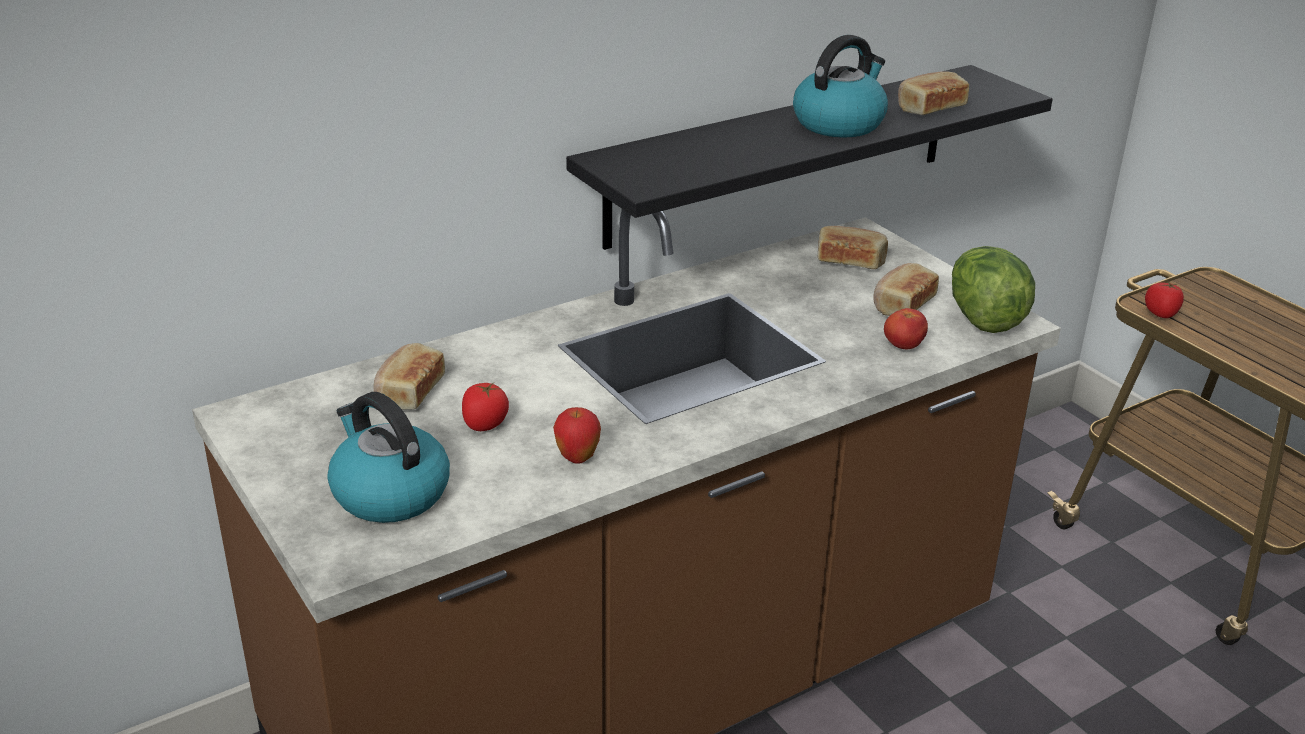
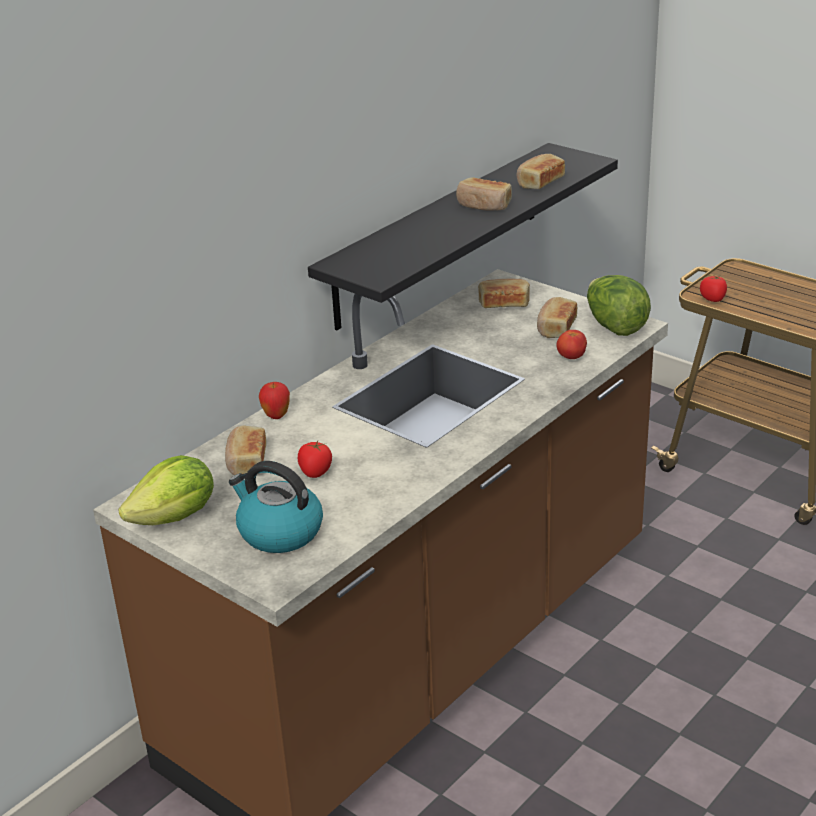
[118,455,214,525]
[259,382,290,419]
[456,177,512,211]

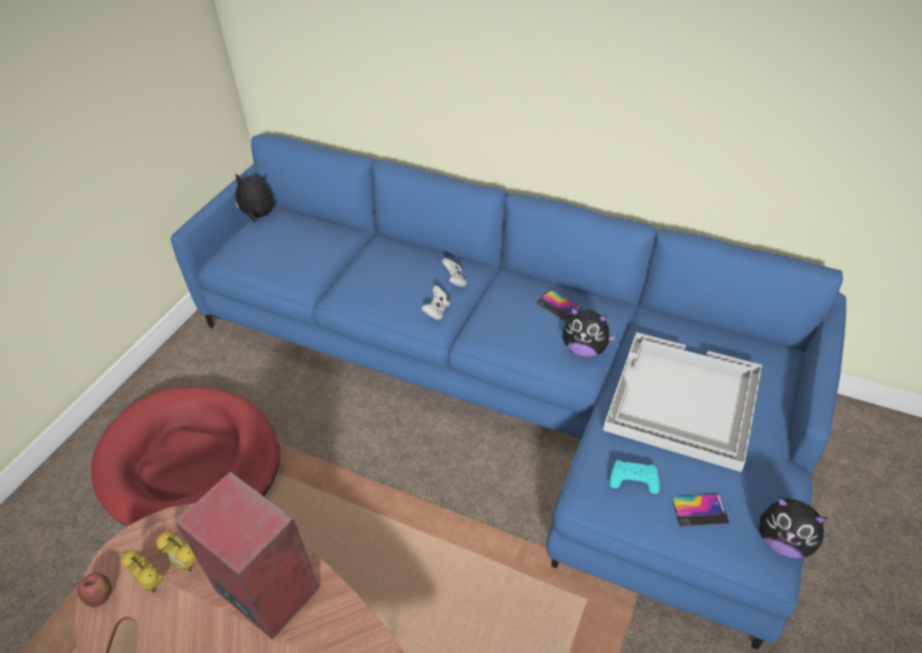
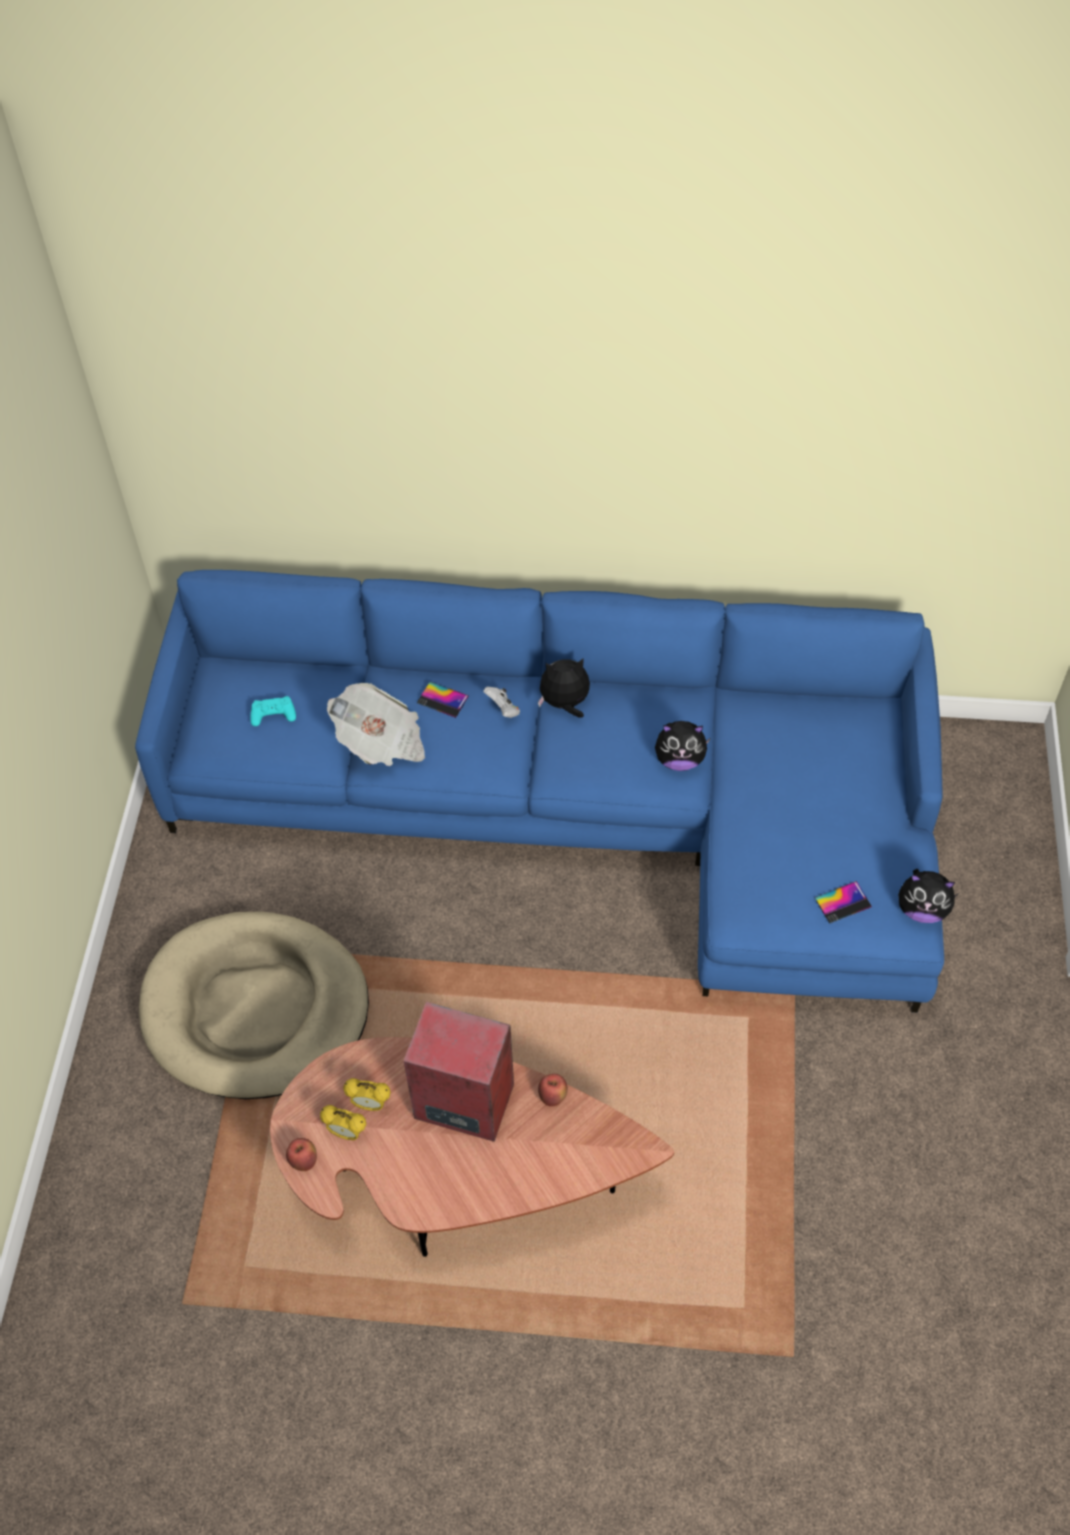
[139,911,369,1099]
[250,696,296,726]
[327,683,425,766]
[417,681,469,718]
[538,659,590,718]
[538,1074,568,1106]
[421,285,450,320] (first image)
[603,332,762,472] (first image)

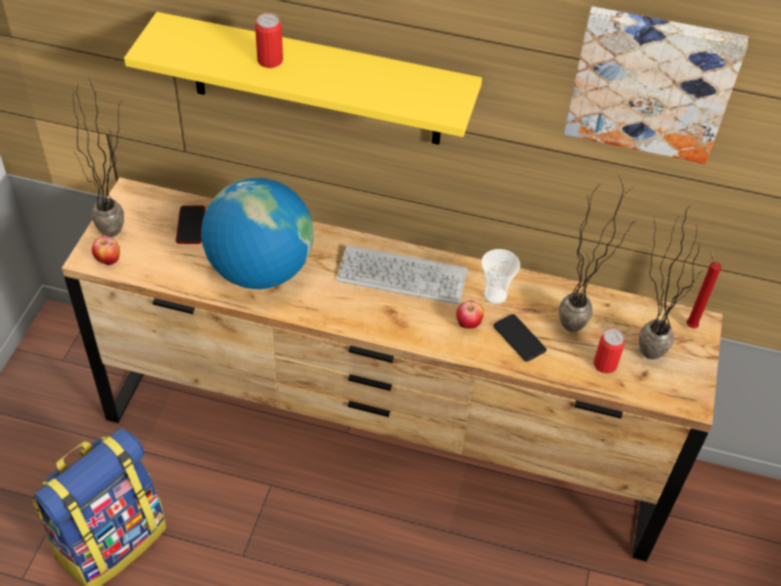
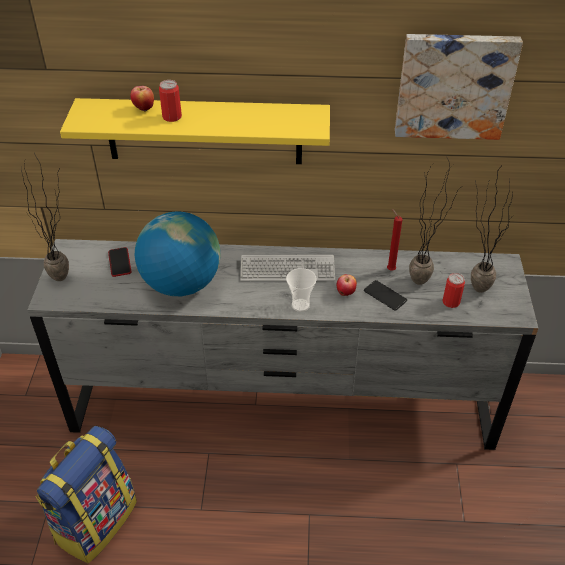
[28,239,538,450]
[130,86,154,111]
[286,268,317,312]
[387,209,403,271]

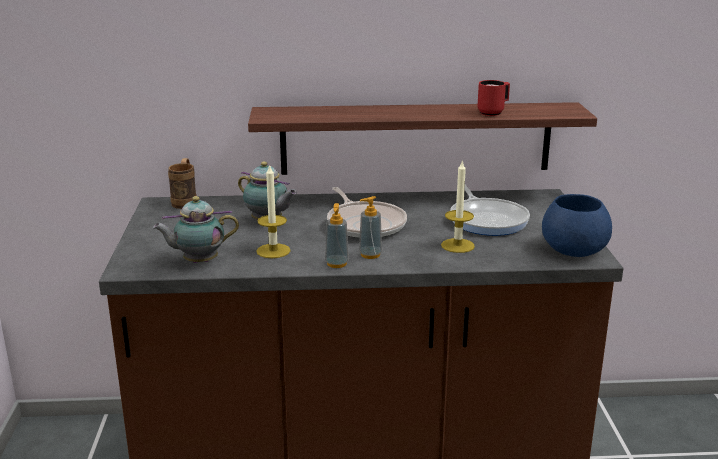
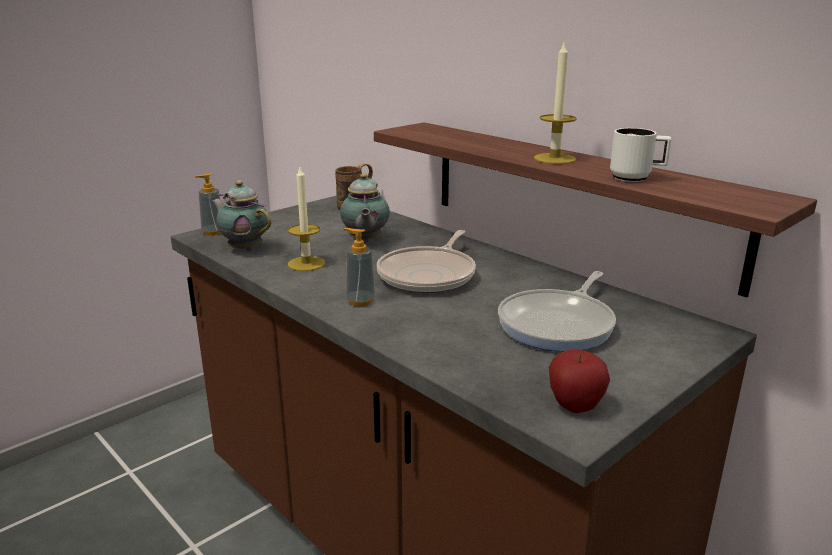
[194,173,221,235]
[534,41,577,164]
[549,349,610,413]
[610,128,672,182]

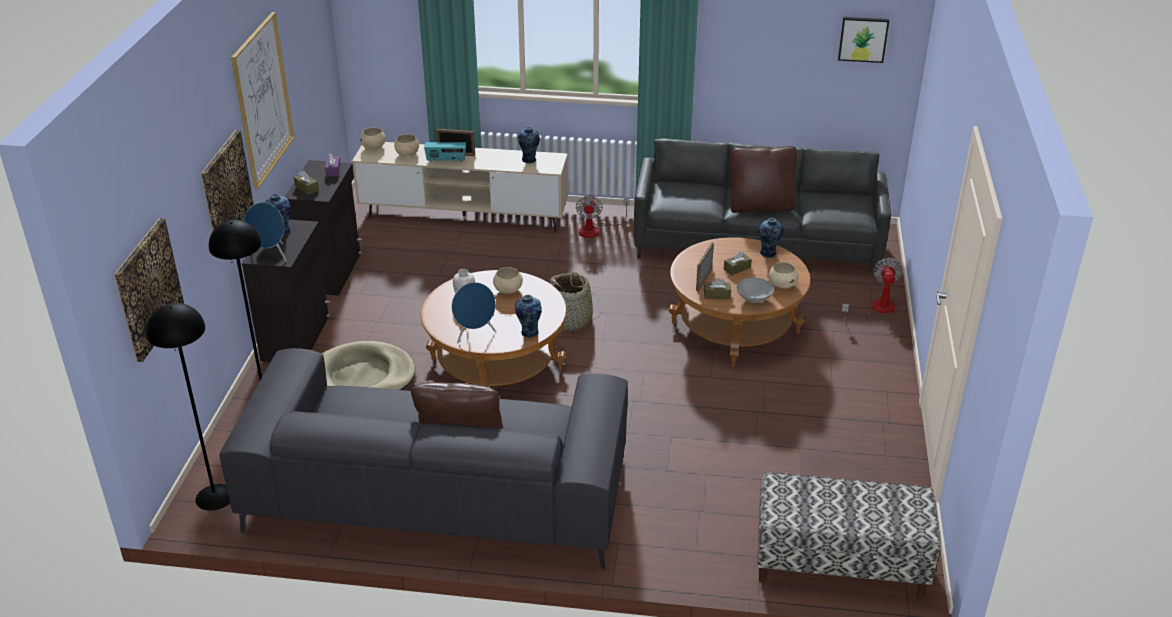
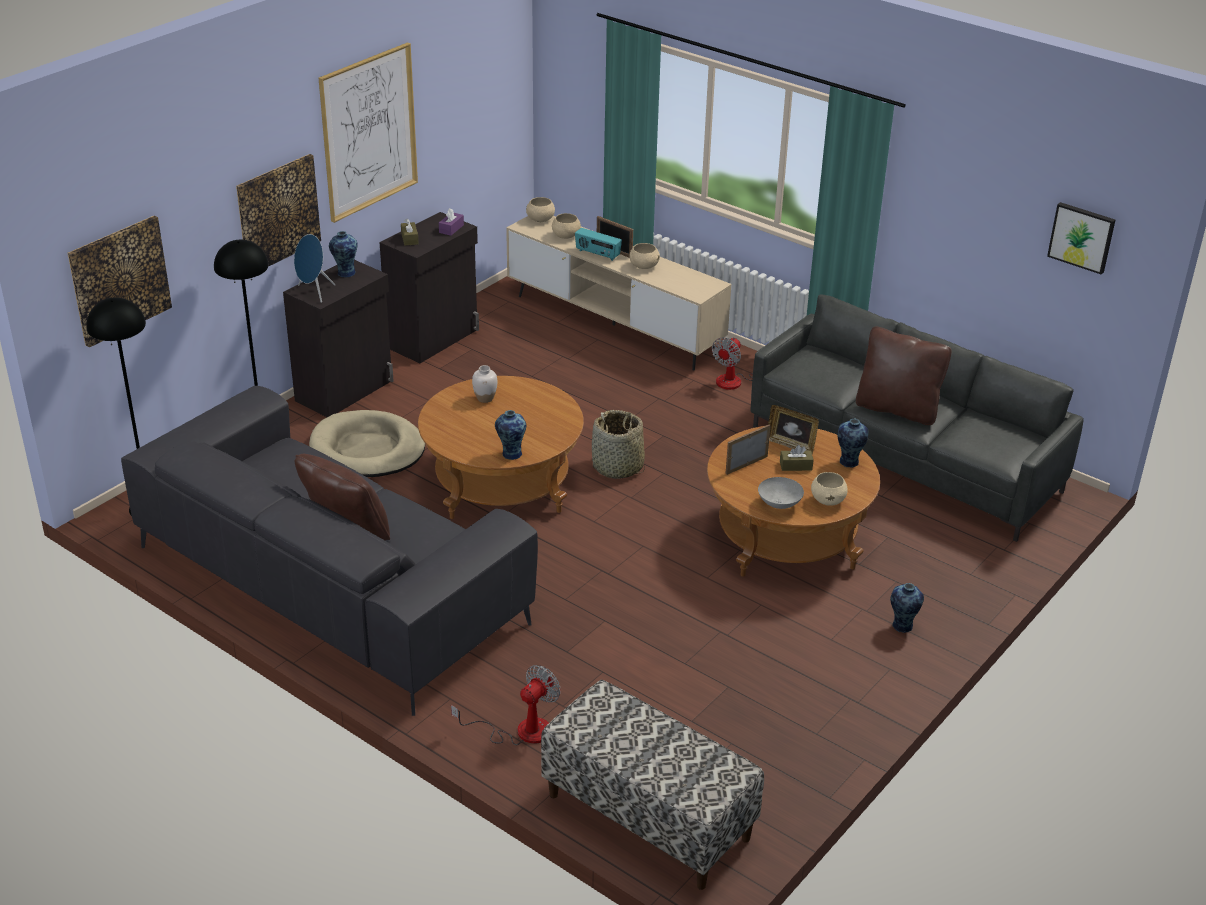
[451,665,560,745]
[630,243,660,269]
[768,405,819,454]
[890,583,924,633]
[452,282,496,343] (first image)
[704,278,731,299] (first image)

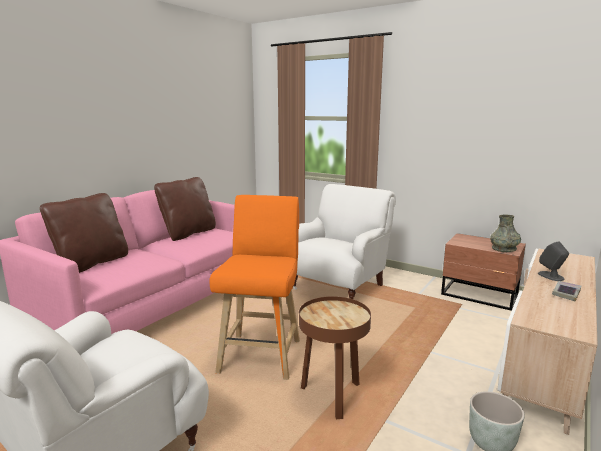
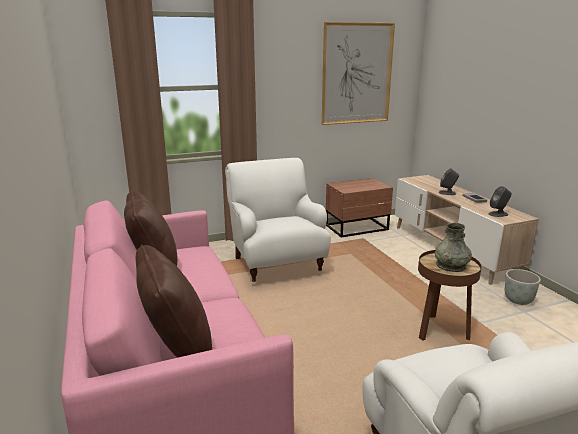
[322,22,395,125]
[435,223,472,272]
[489,186,512,217]
[210,195,300,380] (first image)

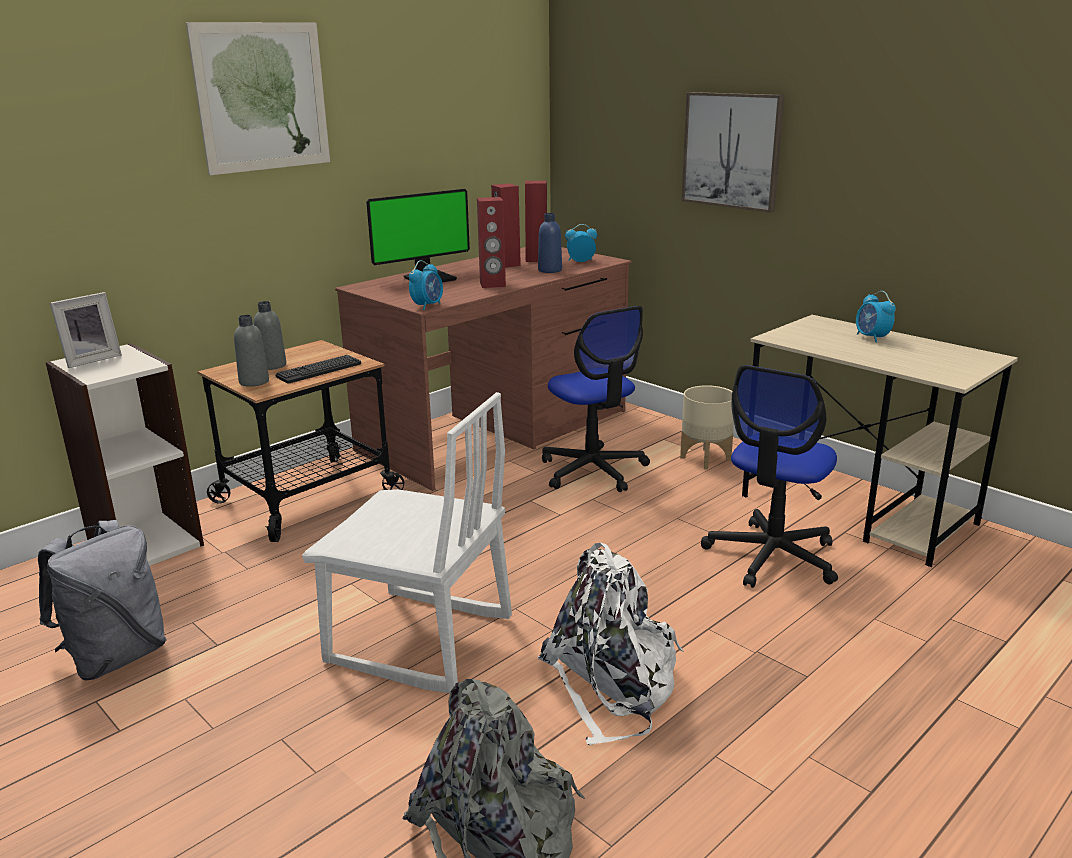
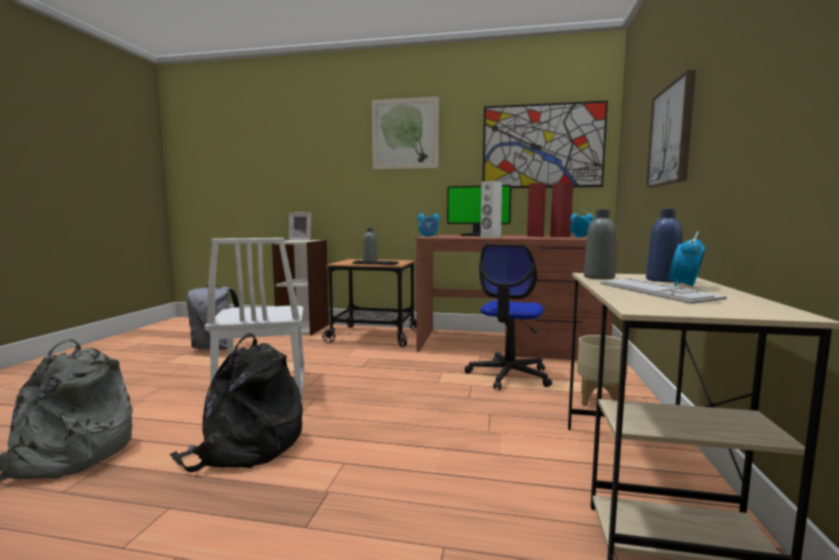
[170,333,303,473]
[480,181,502,238]
[483,101,608,188]
[584,209,616,279]
[600,278,727,304]
[646,209,683,282]
[701,365,838,588] (first image)

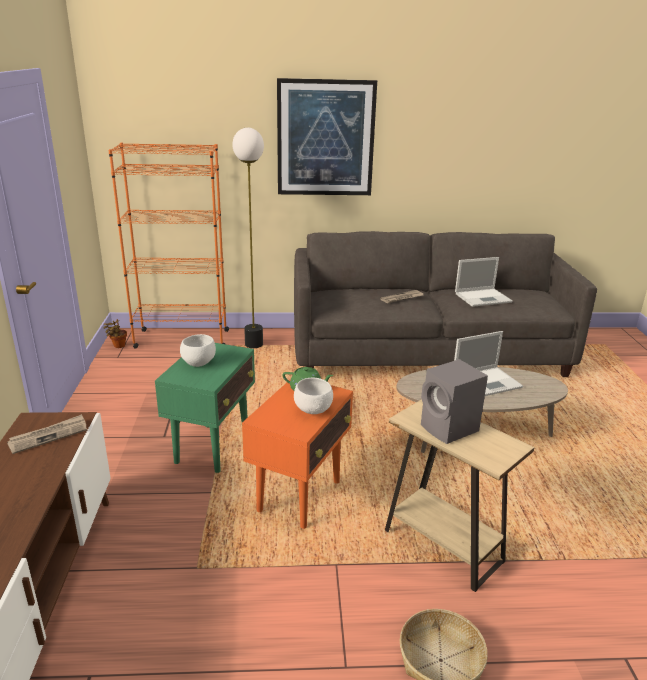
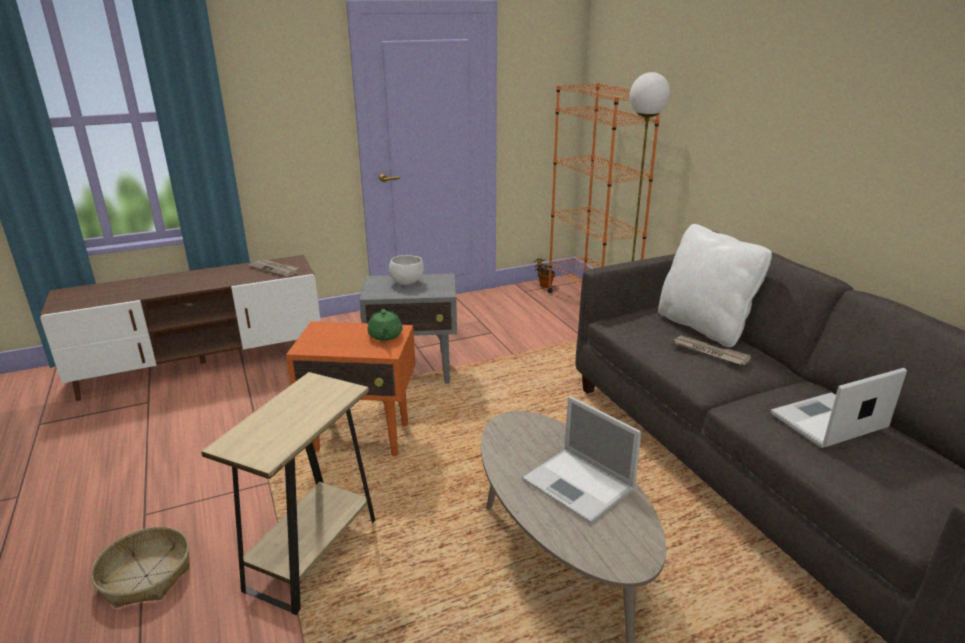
[360,274,457,384]
[658,224,772,347]
[771,368,907,448]
[277,78,377,195] (first image)
[294,378,333,414] (first image)
[421,359,488,444] (first image)

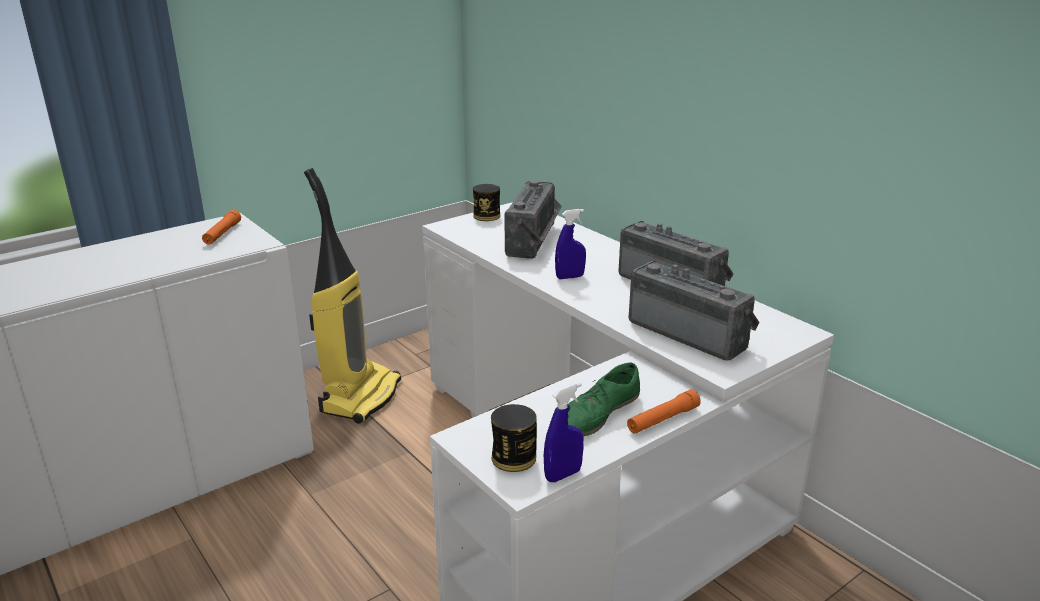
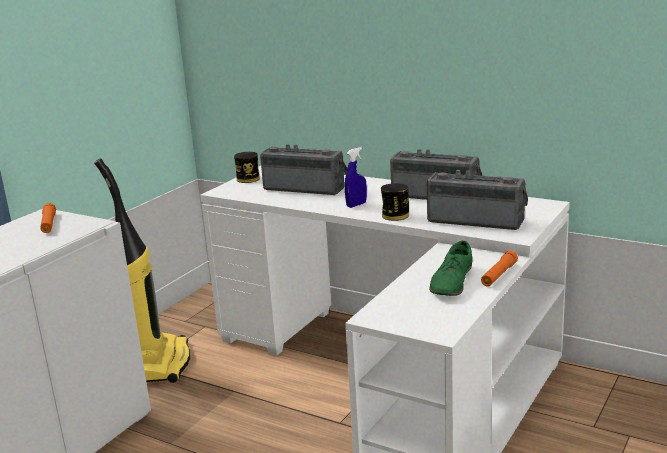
[260,144,347,195]
[381,183,409,221]
[544,382,584,482] (first image)

